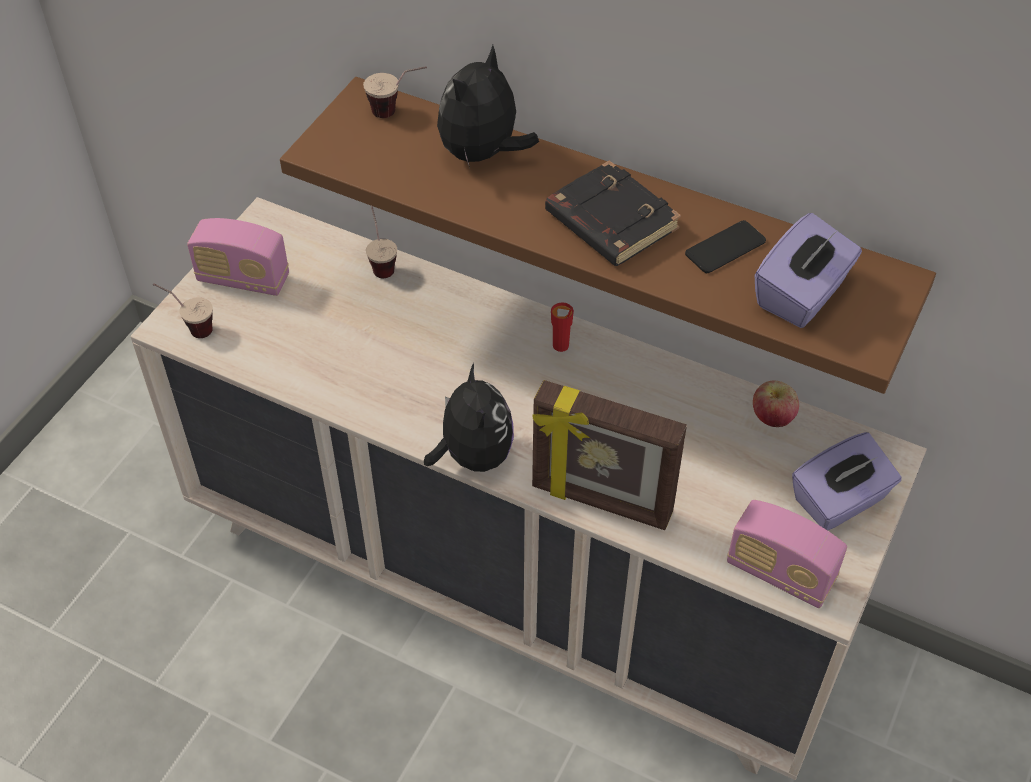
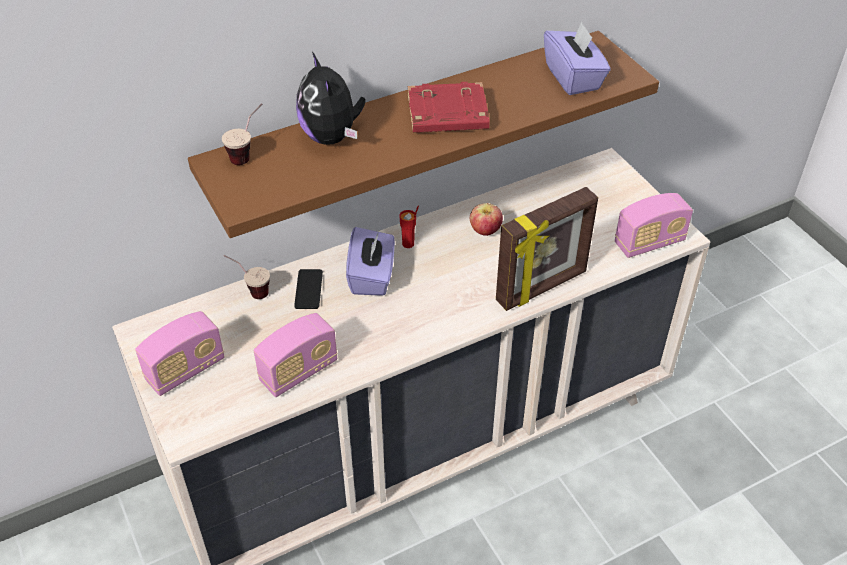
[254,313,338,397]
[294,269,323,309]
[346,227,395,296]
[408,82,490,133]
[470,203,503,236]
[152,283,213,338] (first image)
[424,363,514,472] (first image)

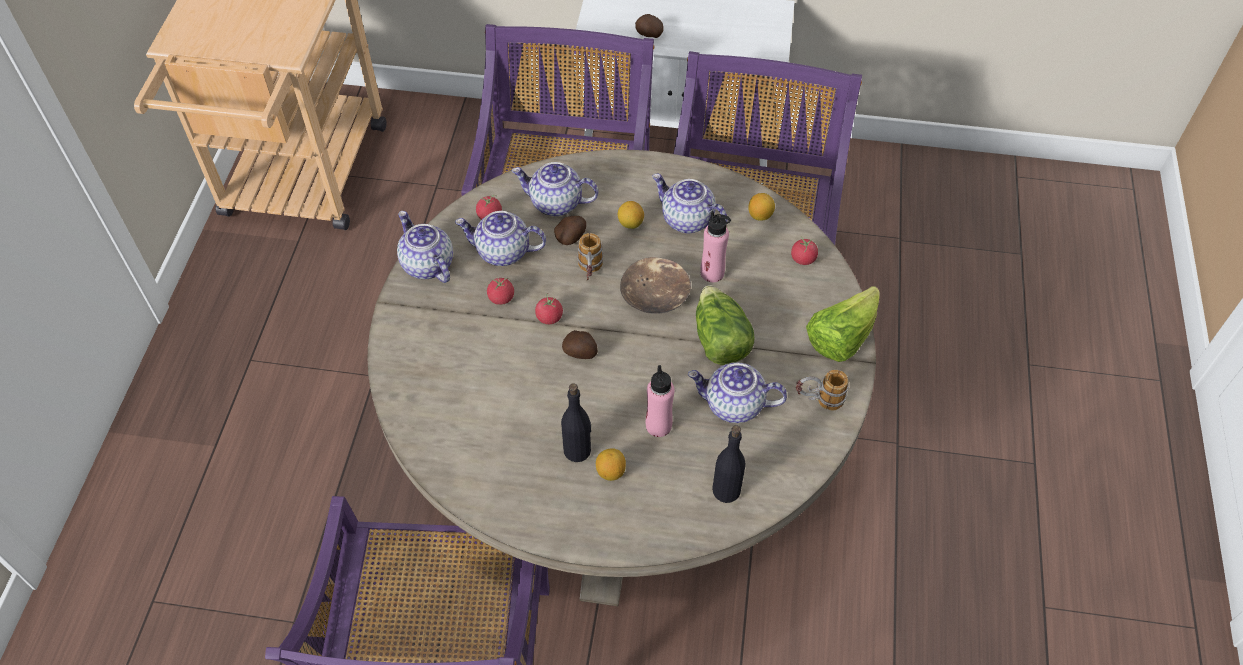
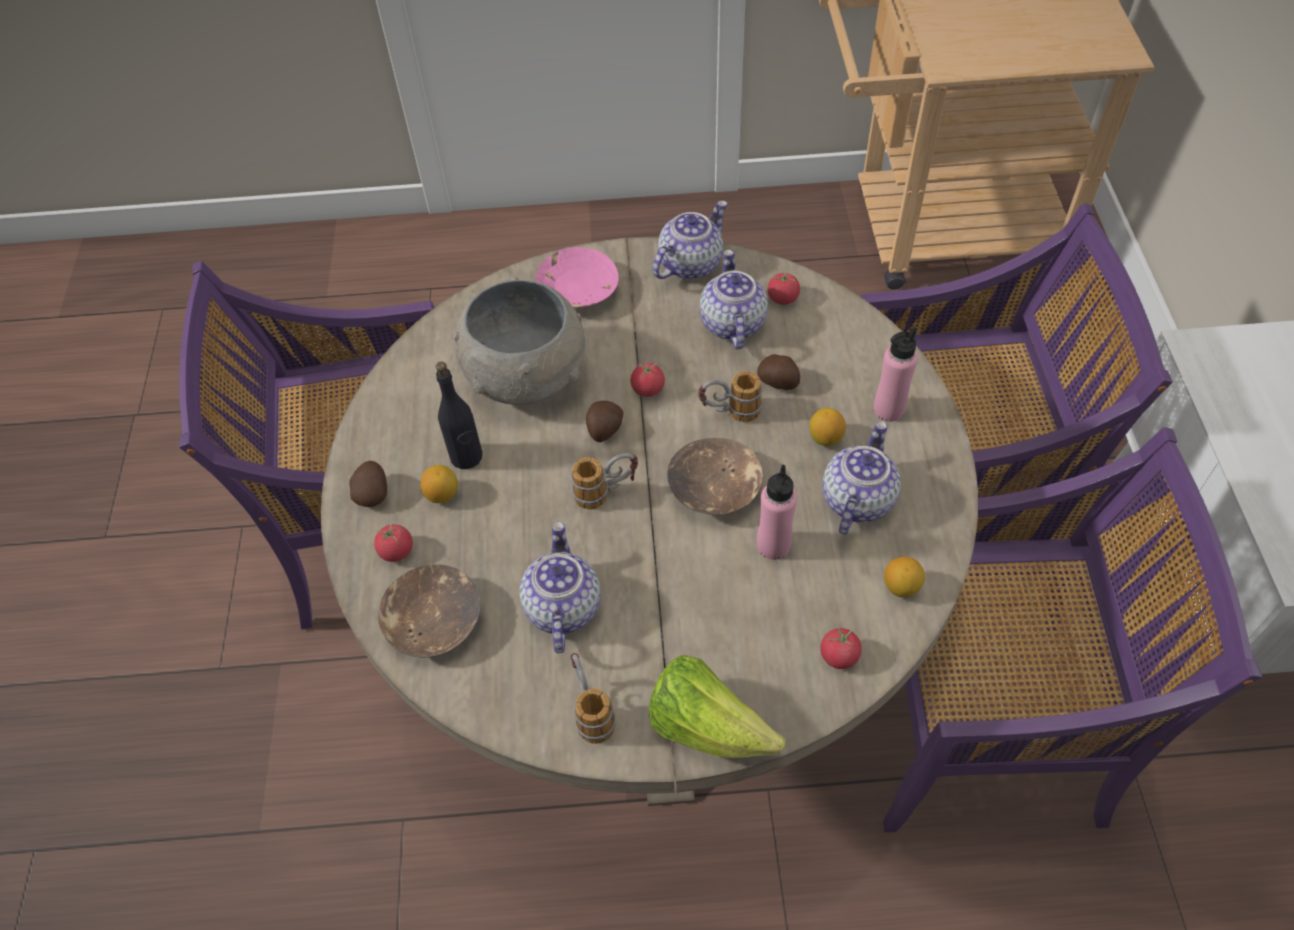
[349,461,387,507]
[374,523,413,562]
[378,564,481,658]
[453,278,585,405]
[535,247,619,308]
[571,453,638,510]
[874,327,918,422]
[512,162,598,216] (first image)
[696,285,754,365] (first image)

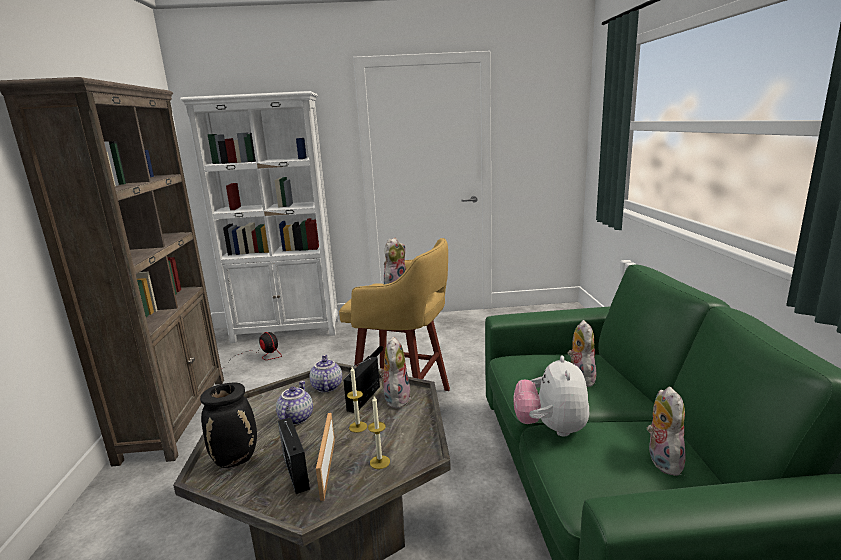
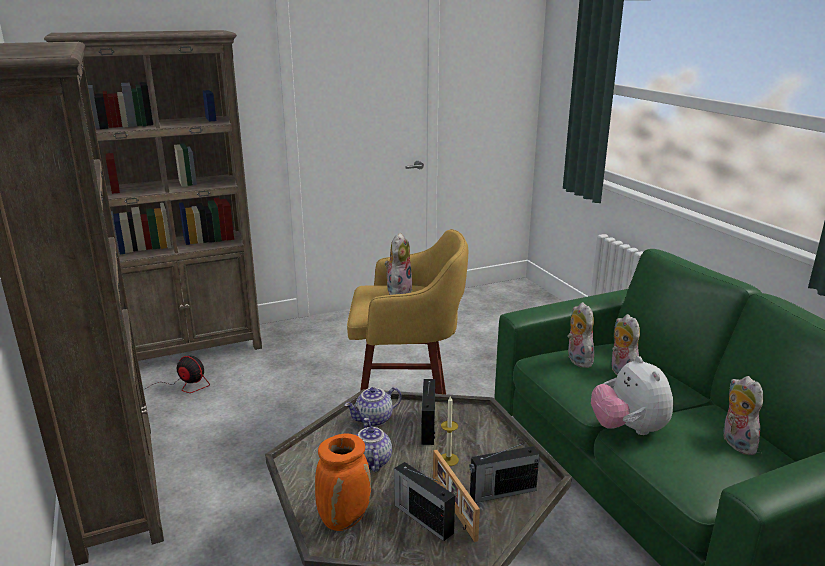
[44,30,262,361]
[315,434,371,531]
[344,387,401,427]
[469,441,540,503]
[567,302,594,368]

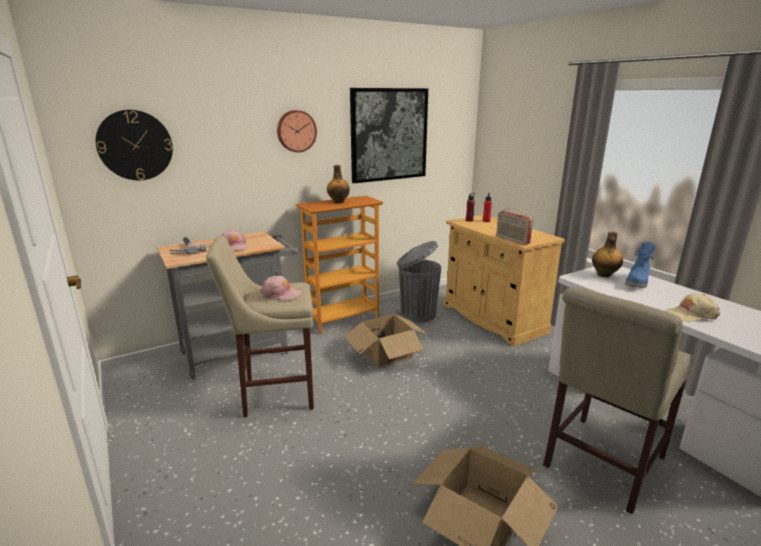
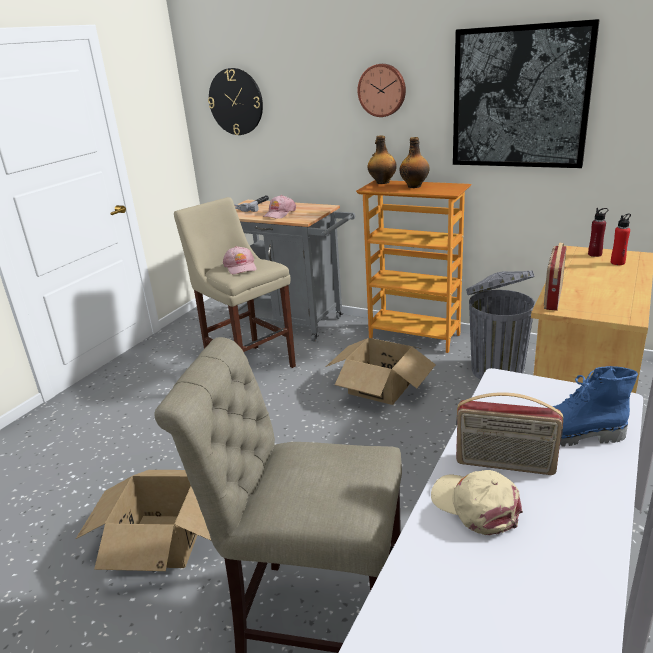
[368,135,397,184]
[456,392,563,475]

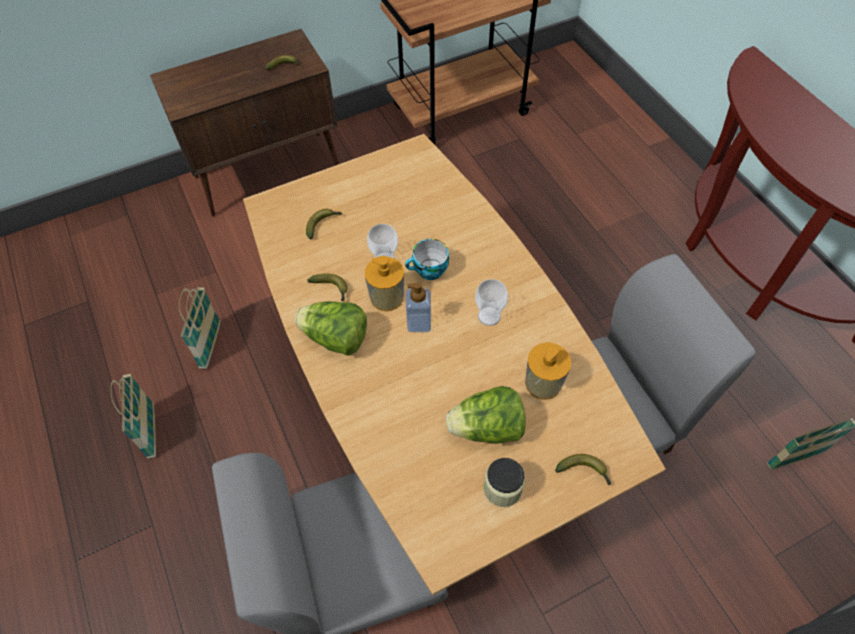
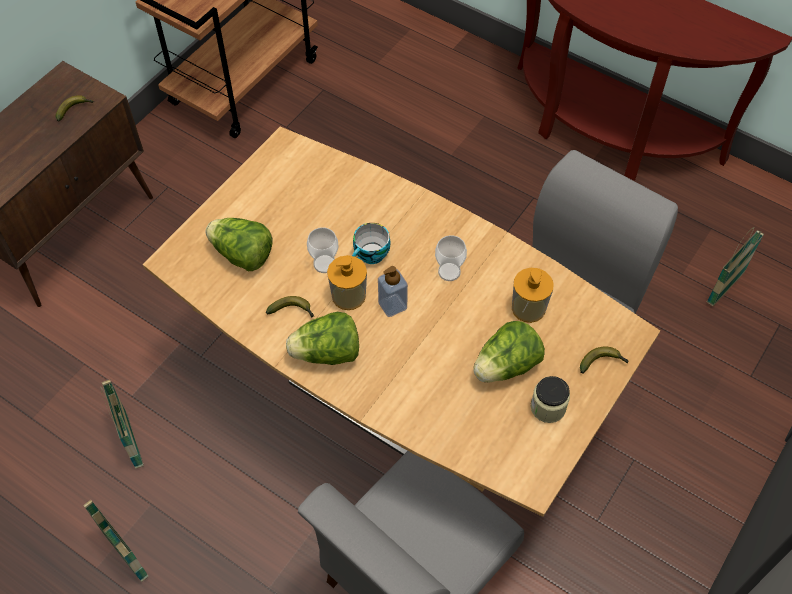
[206,218,273,271]

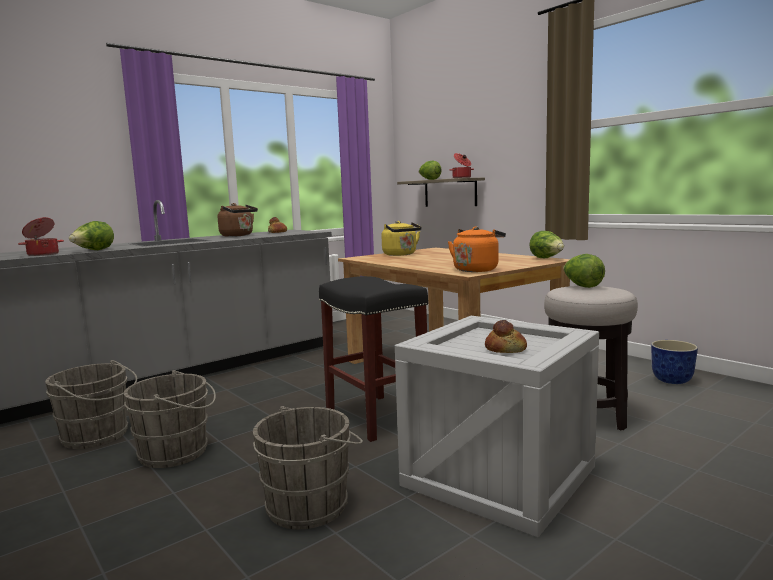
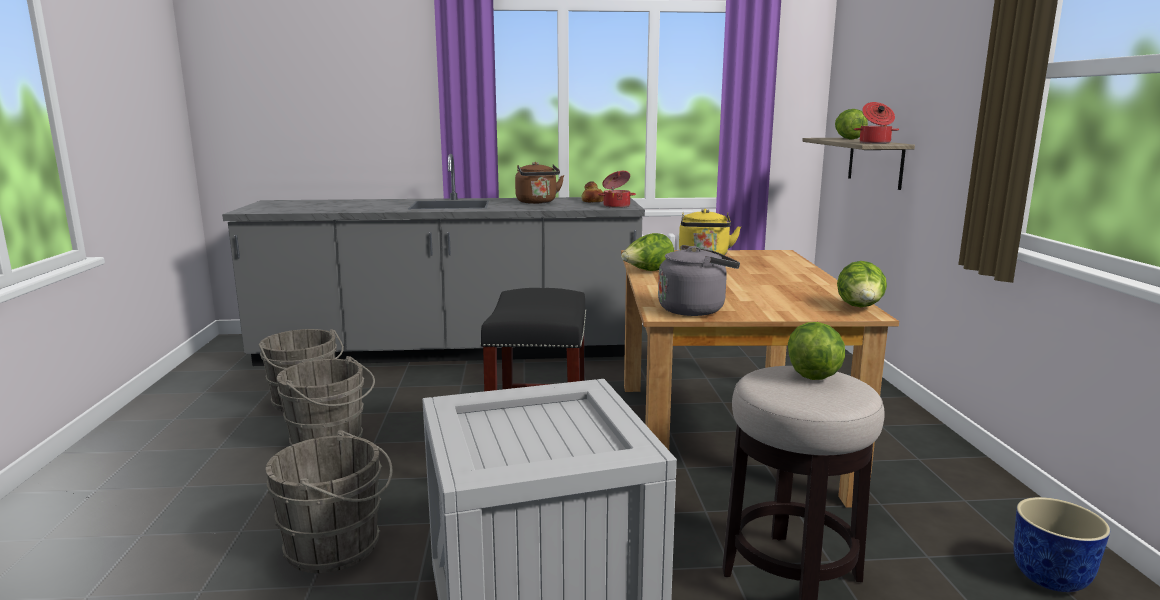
[598,171,636,208]
[621,233,674,271]
[658,245,740,316]
[485,320,527,353] (first image)

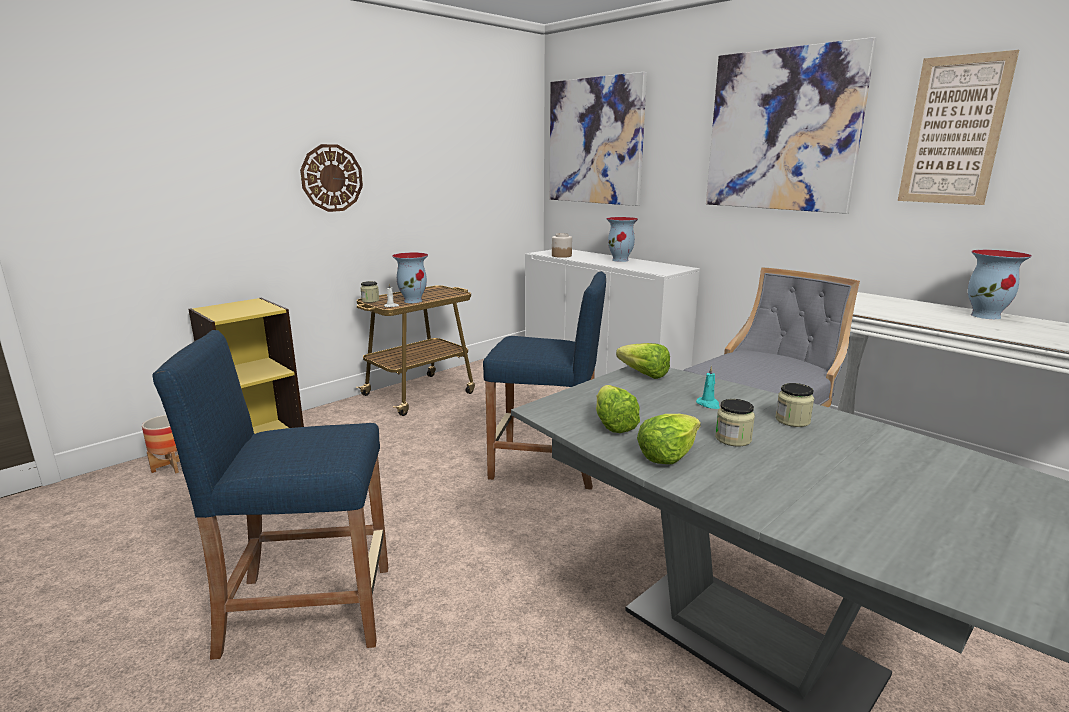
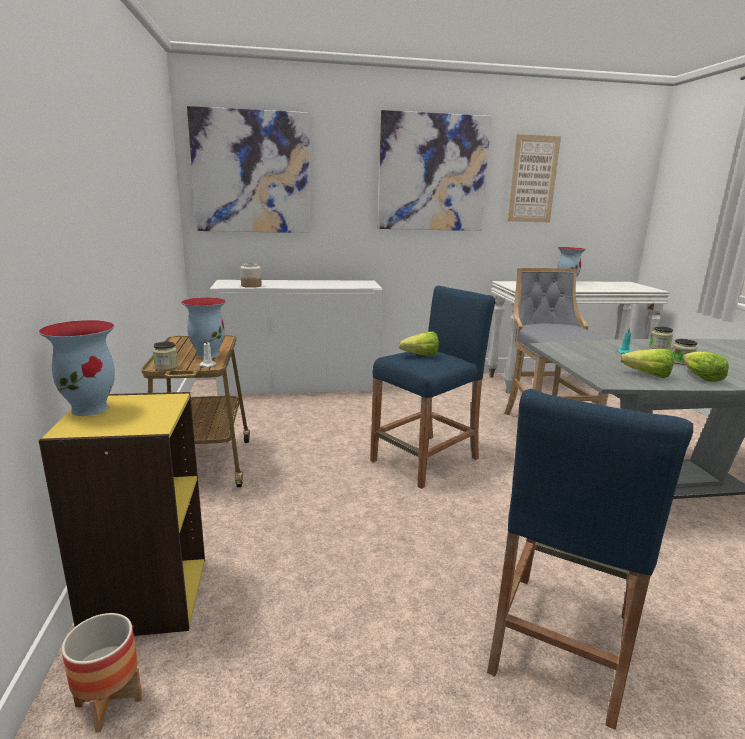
[38,320,115,416]
[399,331,439,356]
[300,144,363,212] (first image)

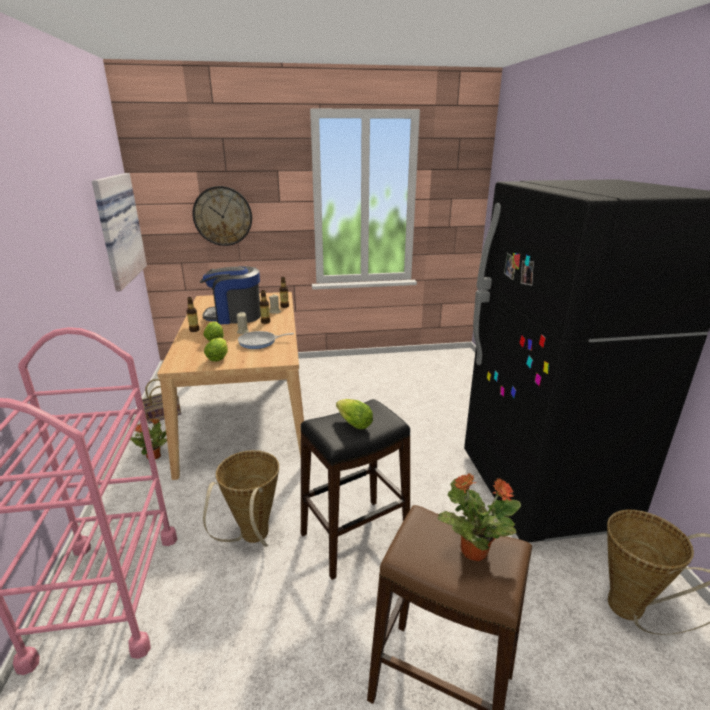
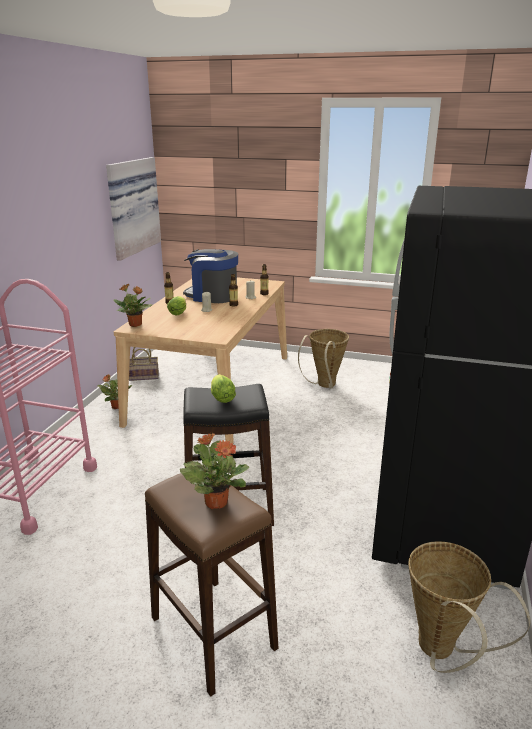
[114,284,152,327]
[298,329,349,388]
[192,186,252,246] (first image)
[204,338,228,362] (first image)
[238,331,294,349] (first image)

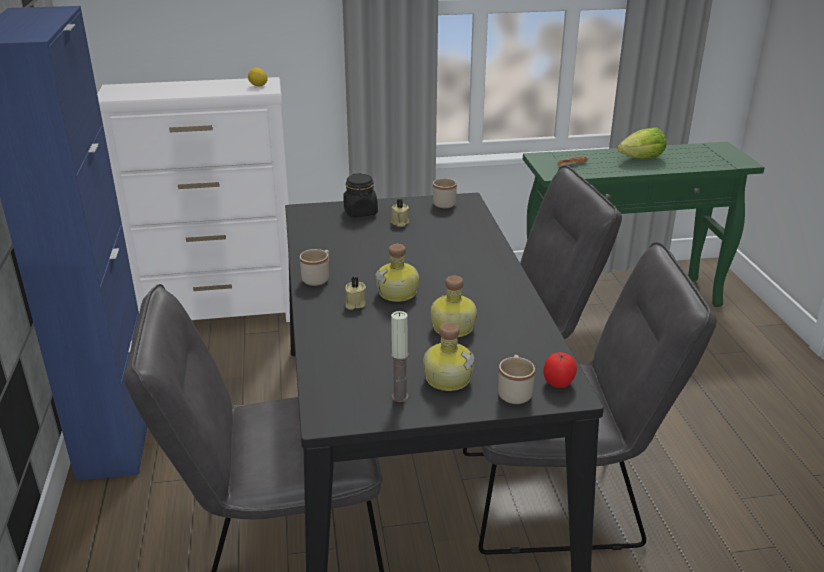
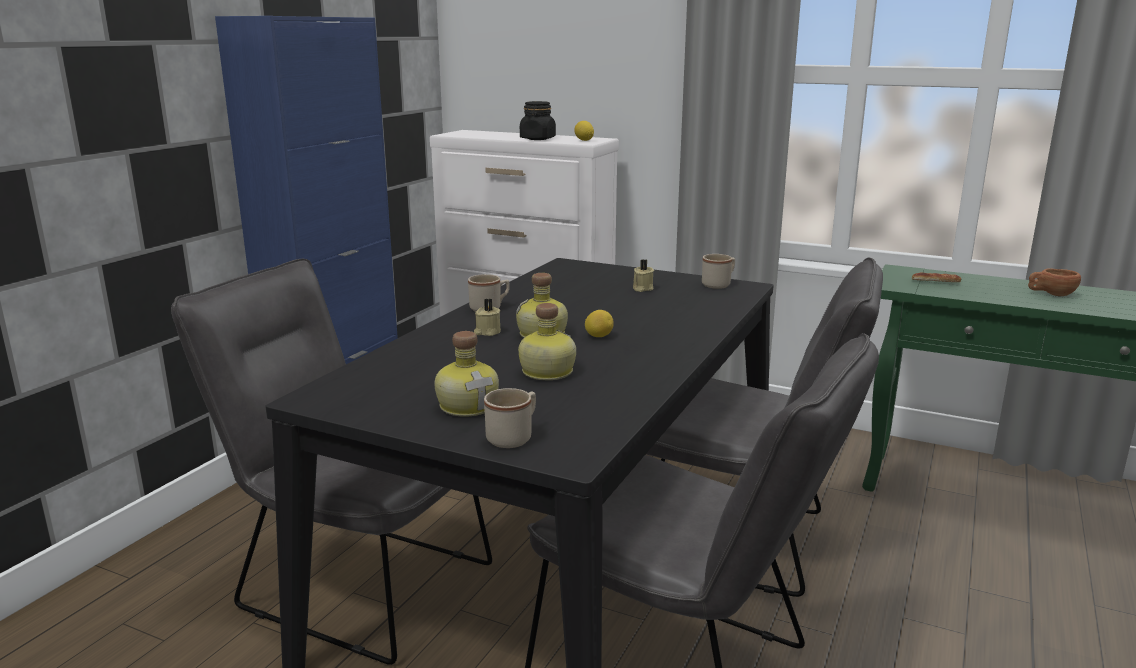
[520,101,556,140]
[585,310,613,337]
[1028,268,1081,296]
[391,311,409,402] (first image)
[543,352,577,388] (first image)

